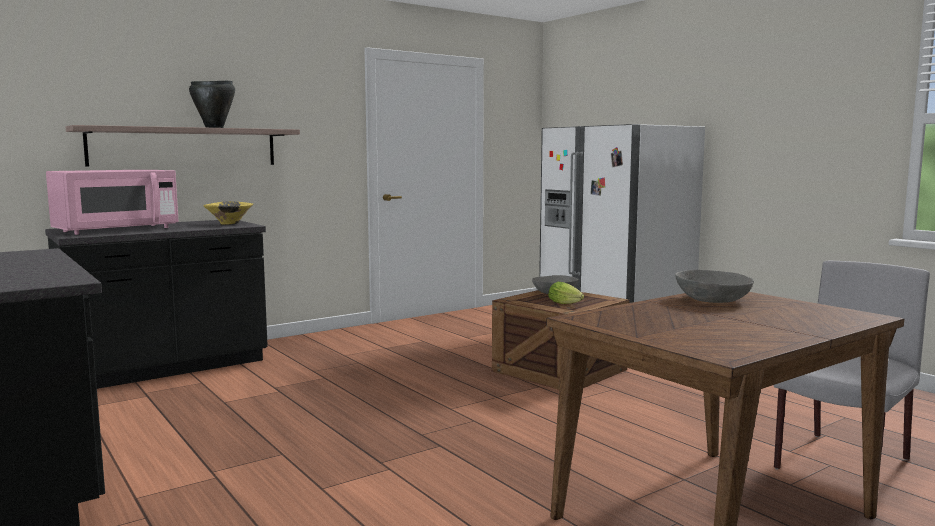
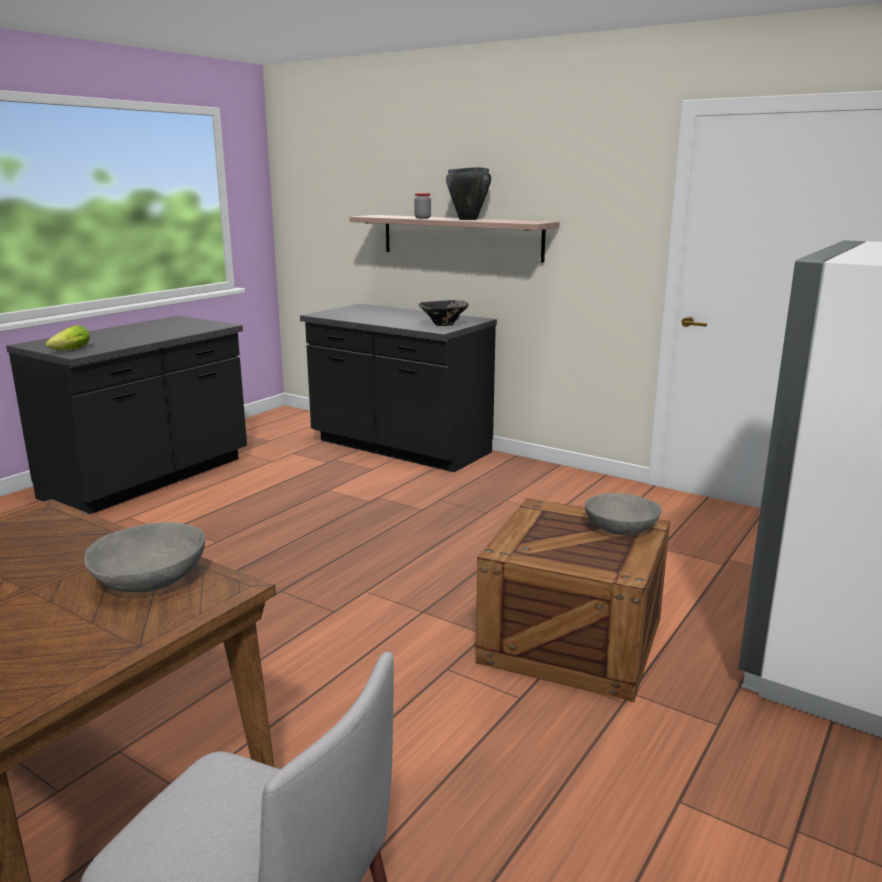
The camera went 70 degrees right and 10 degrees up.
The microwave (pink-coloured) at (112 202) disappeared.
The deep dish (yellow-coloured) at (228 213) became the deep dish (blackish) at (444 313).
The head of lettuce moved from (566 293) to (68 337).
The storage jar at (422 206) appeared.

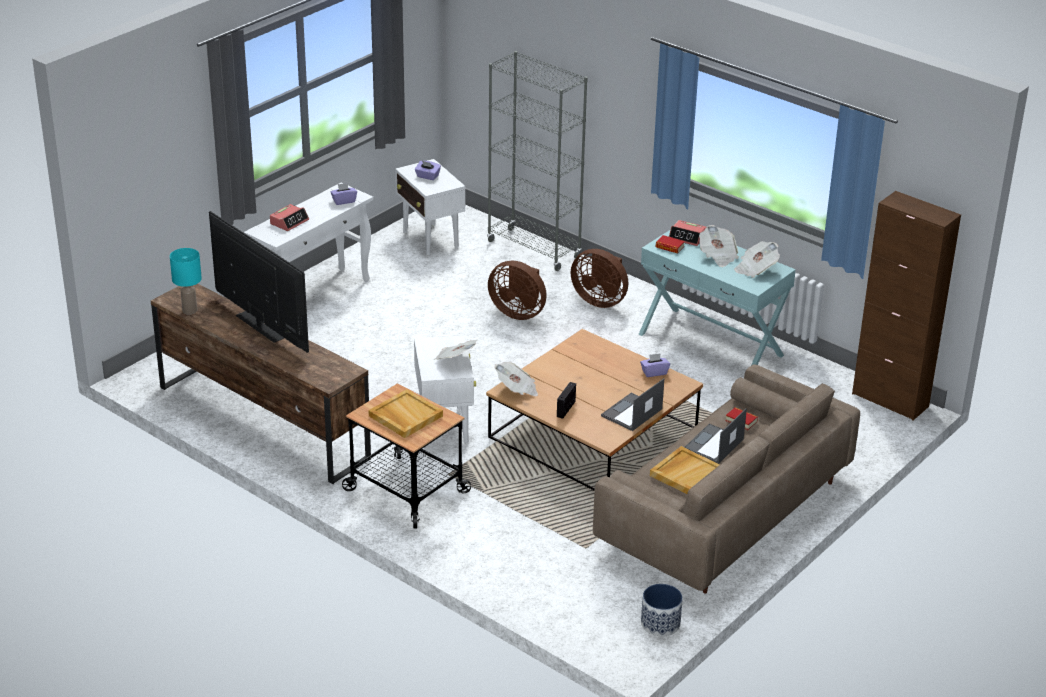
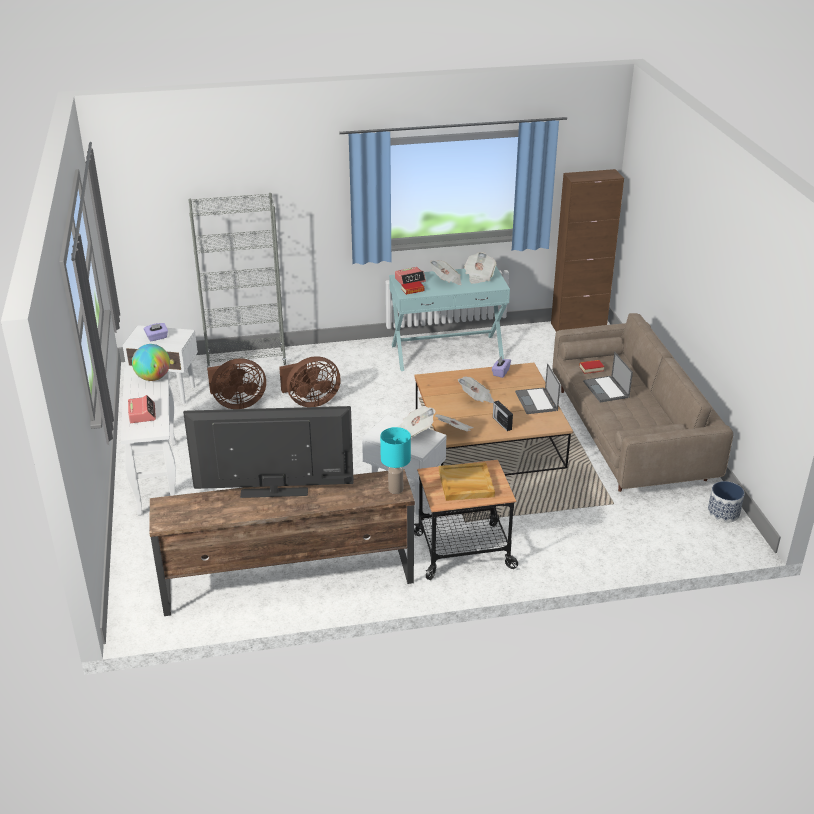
The camera went 50 degrees left and 0 degrees up.
The box of tissues (purple-coloured) at (343 194) was replaced by the world globe at (151 362).
The lamp for a table (turquoise) moved from (186 281) to (395 460).
The fan (brownish) moved from (599 278) to (236 383).
The tray (beige) at (685 470) disappeared.
The daily paper at (476 390) appeared.

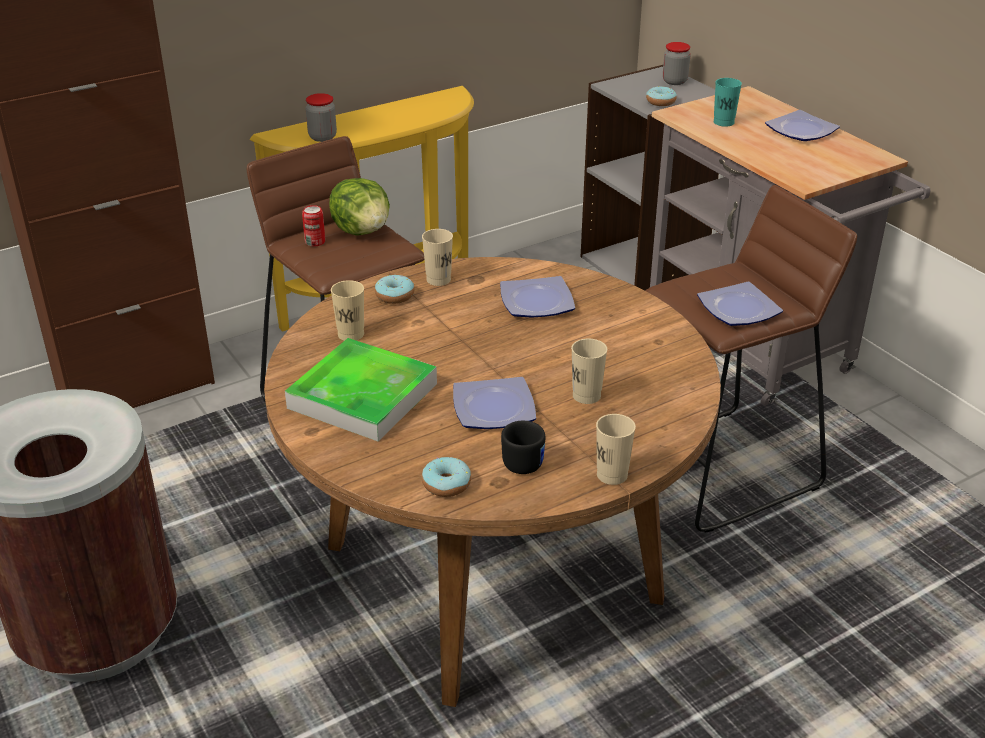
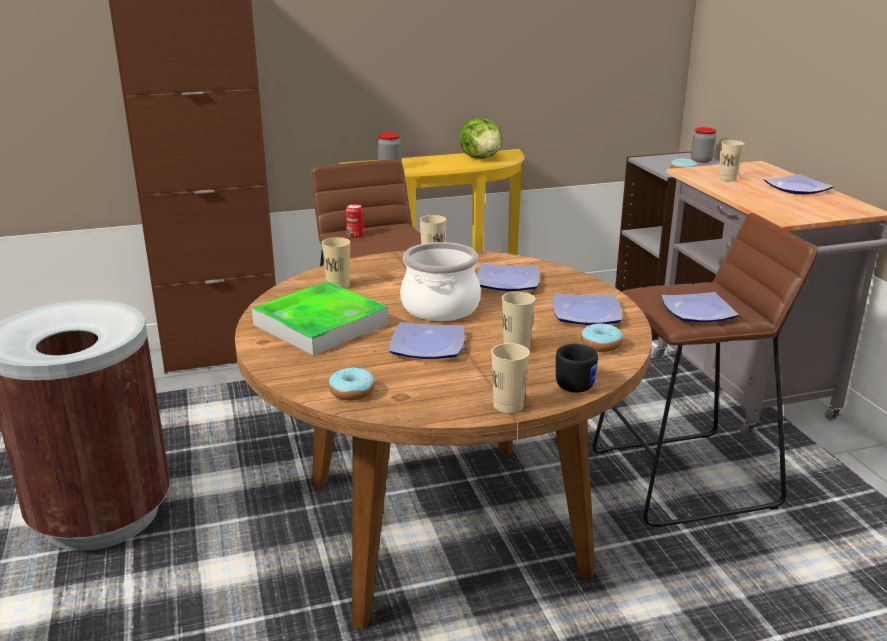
The camera went 15 degrees right and 10 degrees down.
The small cup (turquoise) at (728 102) became the small cup (beige) at (731 160).
The head of lettuce moved from (359 207) to (481 138).
The ring doughnut moved from (394 289) to (602 337).
The coffee mug (blackish) moved from (523 447) to (577 368).
The cooking pot at (440 281) appeared.
The dinner plate at (587 309) appeared.

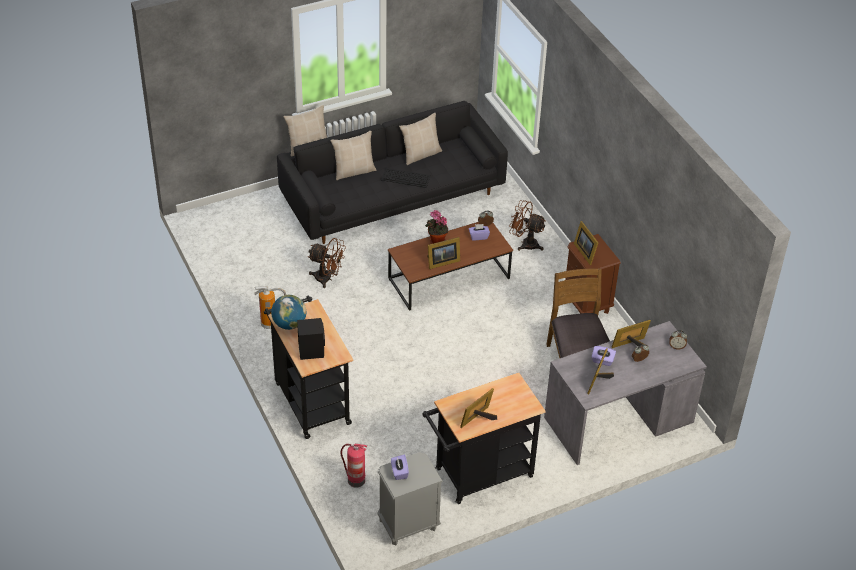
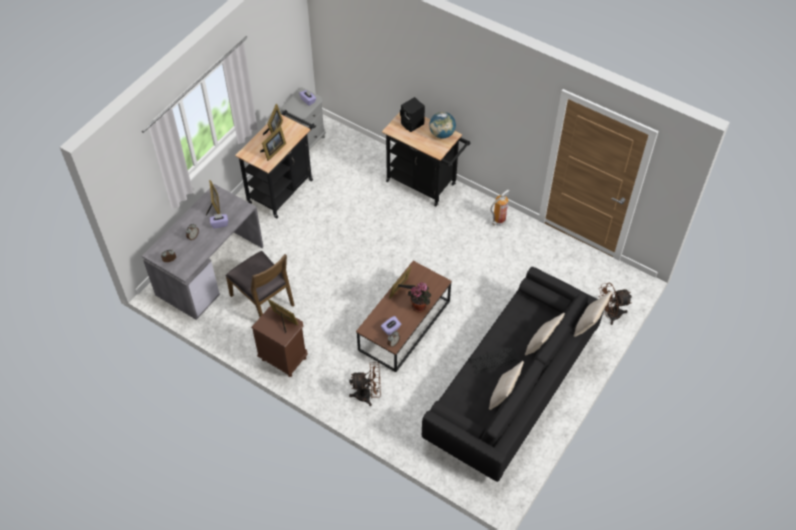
The camera went 150 degrees right and 10 degrees up.
The fan (brownish) moved from (327 263) to (615 304).
The picture frame moved from (631 334) to (273 143).
The fire extinguisher at (353 466) disappeared.

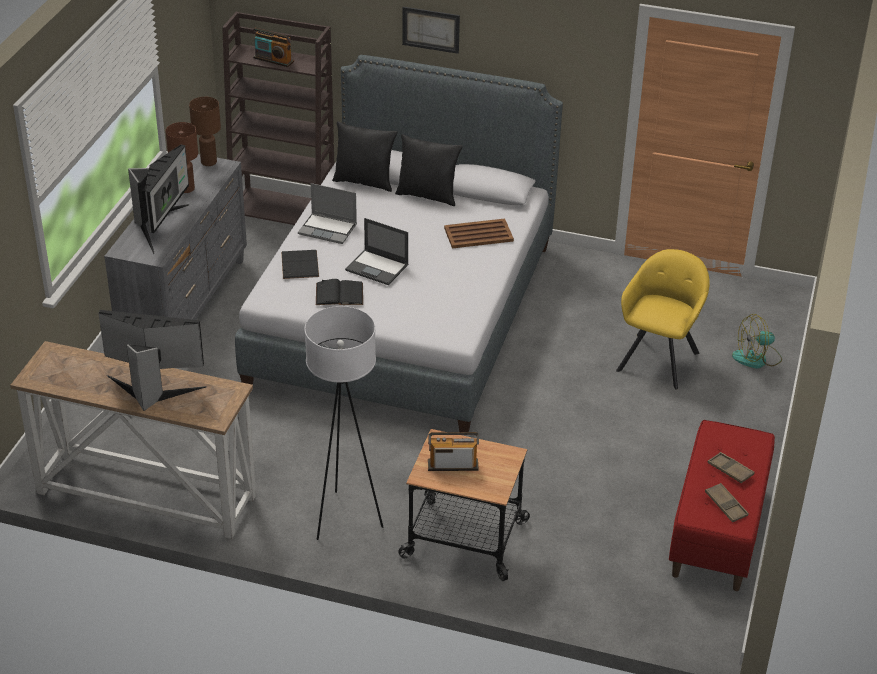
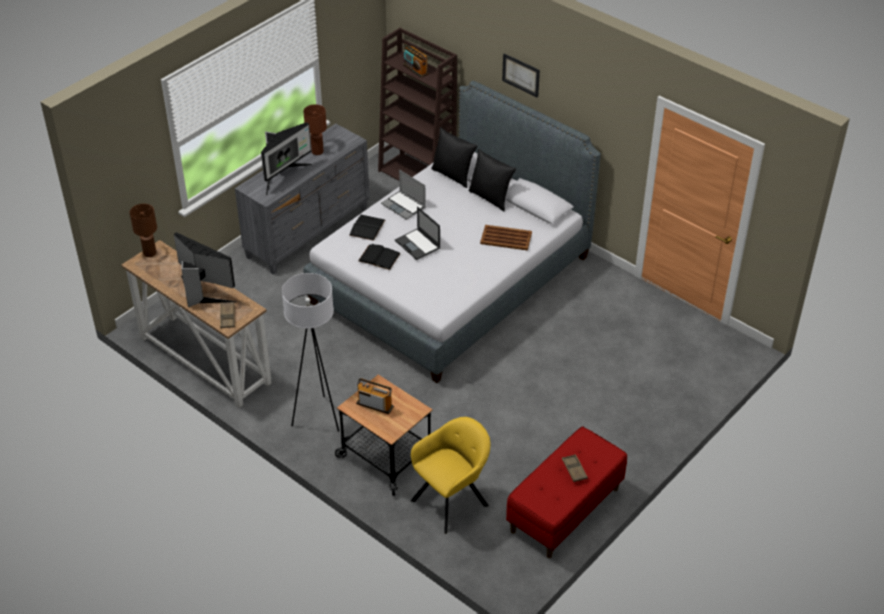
The camera went 25 degrees right and 5 degrees up.
The lamp for a table (brownish) moved from (205 131) to (143 230).
The lounge chair (yellow-coloured) moved from (663 319) to (451 475).
The fan at (757 341) disappeared.
The tray (brownish) moved from (727 502) to (227 315).

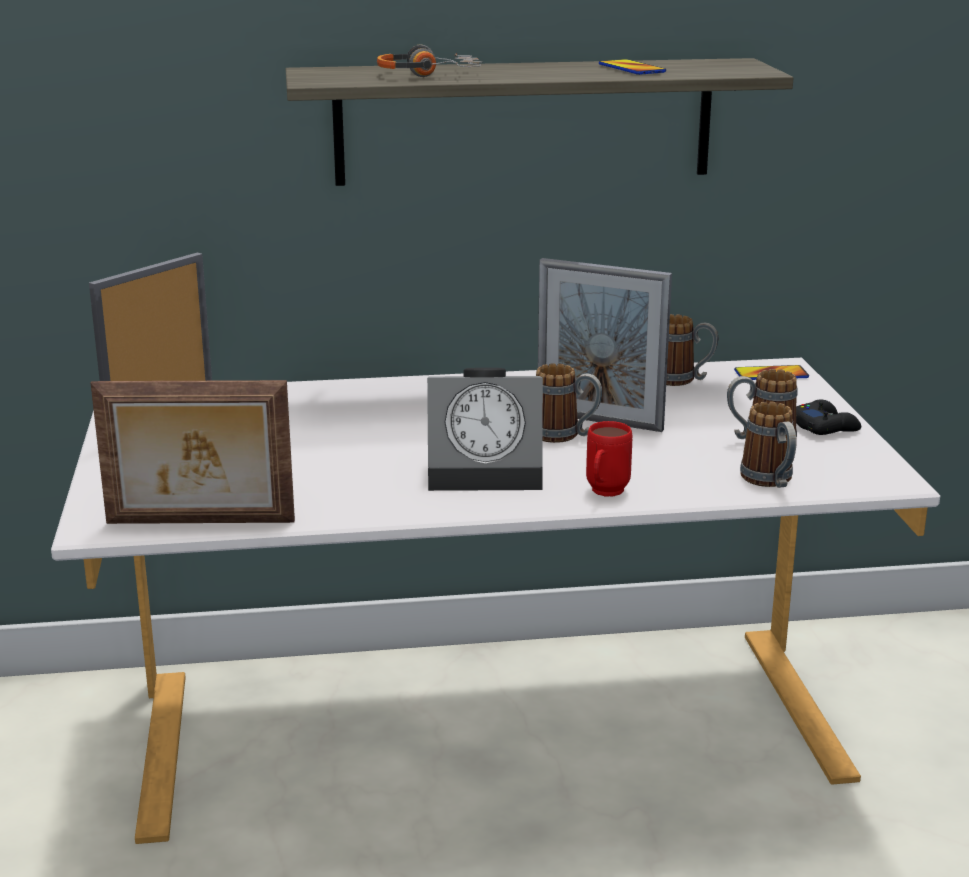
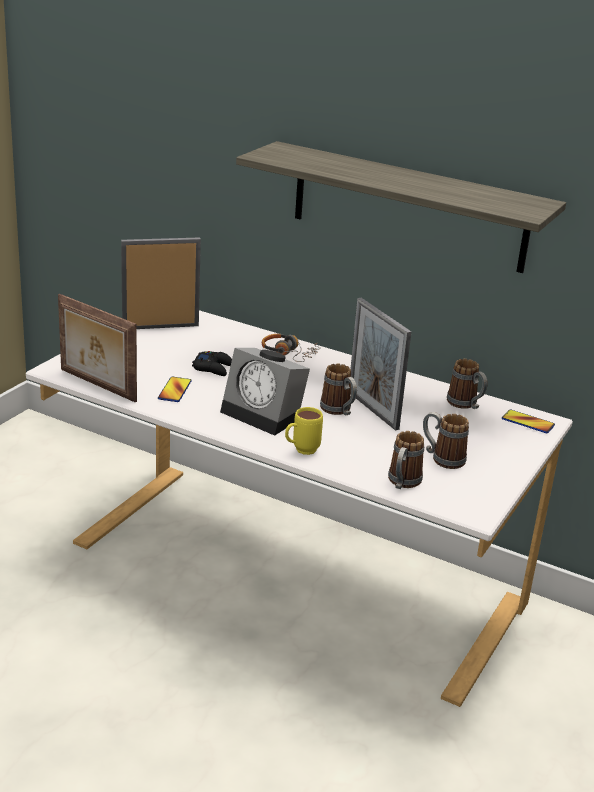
The camera went 35 degrees right and 5 degrees up.
The headset moved from (429 60) to (291 348).
The telephone moved from (632 67) to (175 389).
The game controller (blackish) moved from (828 417) to (212 363).
The coffee mug (reddish) at (609 458) became the coffee mug (yellow-coloured) at (304 431).

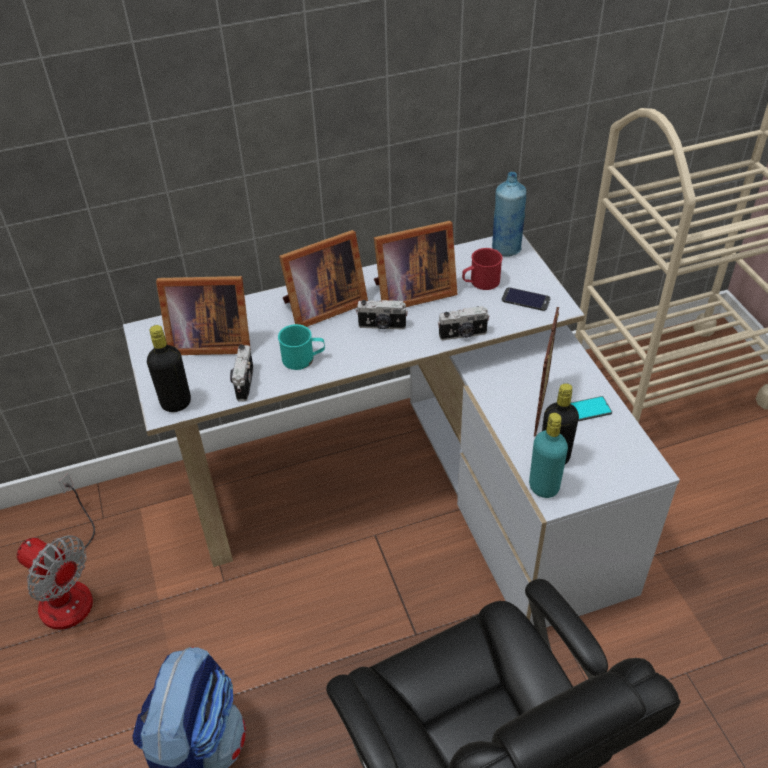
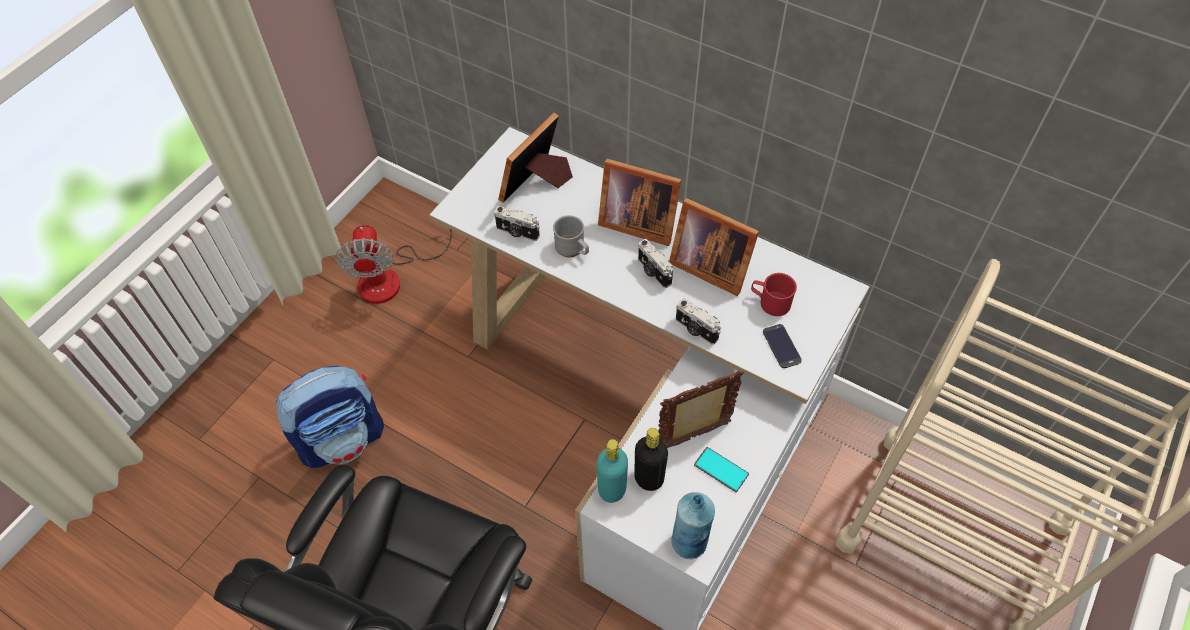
The camera went 50 degrees right and 10 degrees up.
The drink bottle (blue) moved from (509 214) to (693 526).
The picture frame at (203 315) turned 75 degrees clockwise.
The coffee mug (turquoise) at (301 347) became the coffee mug (gray) at (571 236).
The drink bottle (blackish) at (169 368) disappeared.
The photo camera at (241 373) turned 120 degrees counterclockwise.

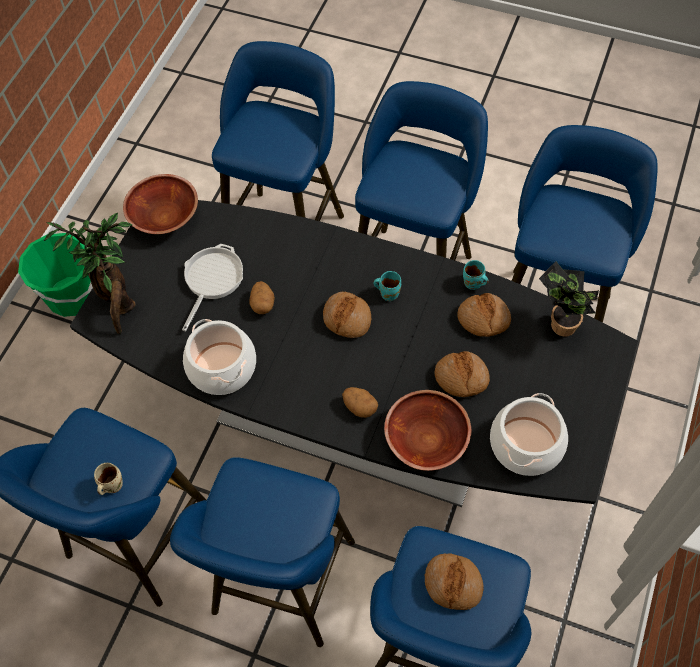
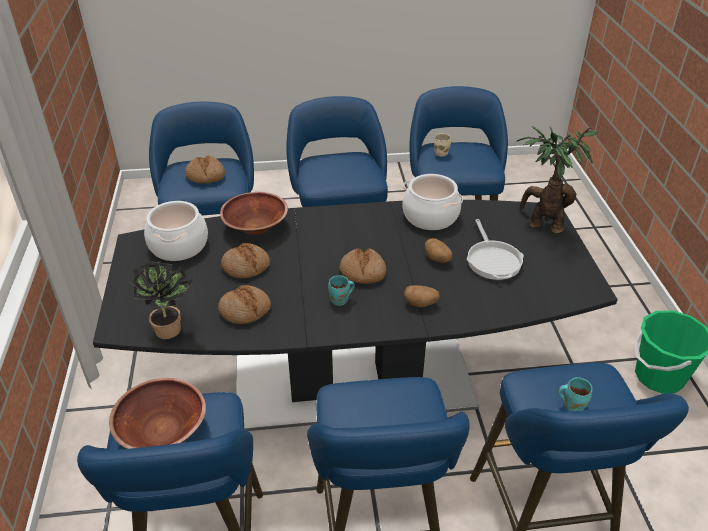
The camera went 150 degrees right and 20 degrees down.
The deep dish (brownish) moved from (160 204) to (157 413).
The coffee mug (turquoise) moved from (476 275) to (575 394).
The whole potato moved from (360 402) to (422 296).

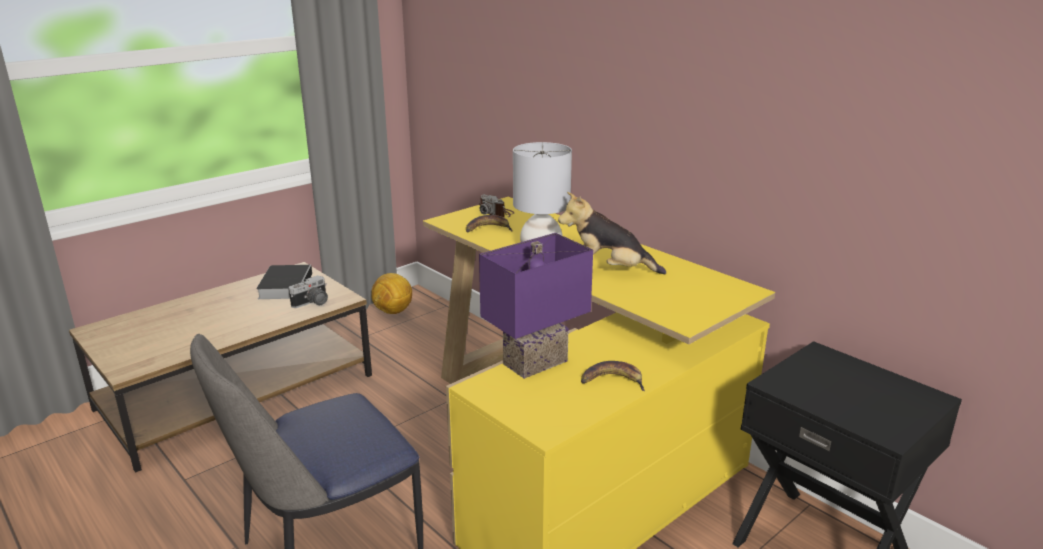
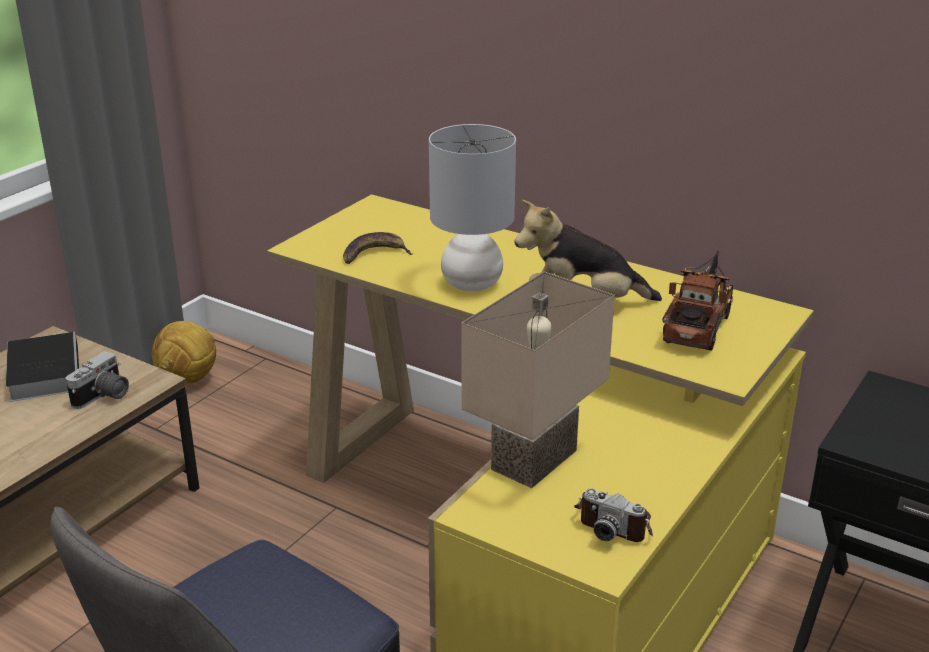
The camera went 15 degrees left and 5 degrees up.
The photo camera moved from (496 205) to (613 515).
The lamp for a table (purple-coloured) at (536 306) became the lamp for a table (beige) at (538 379).
The whole banana at (613 376) disappeared.
The toy truck at (697 301) appeared.

